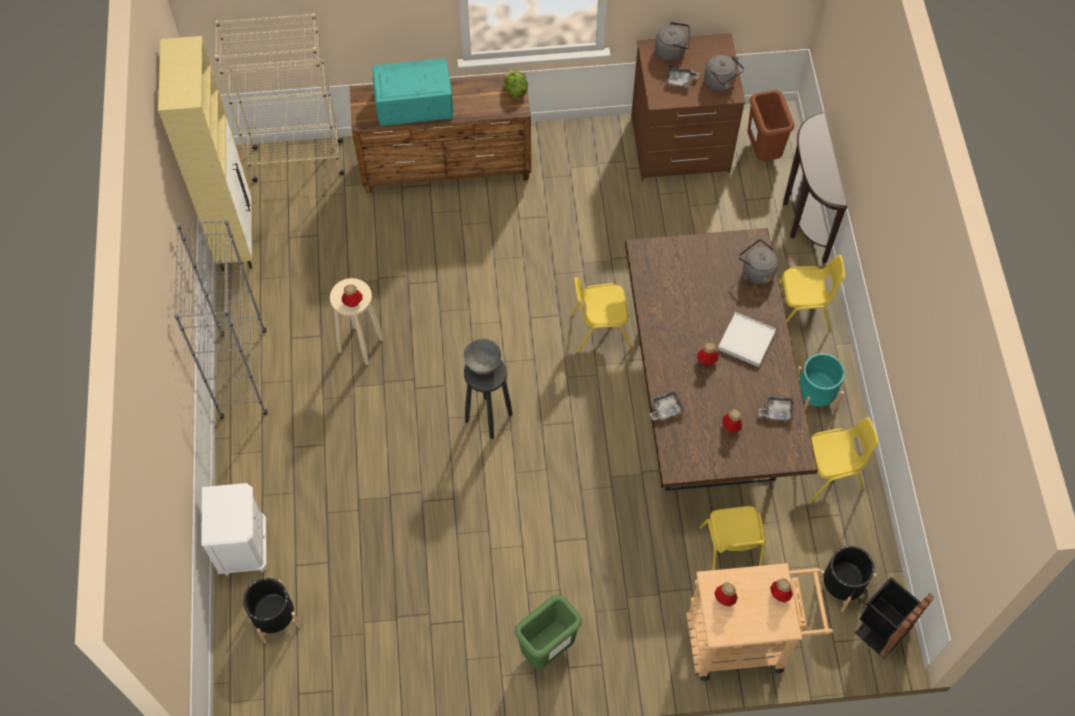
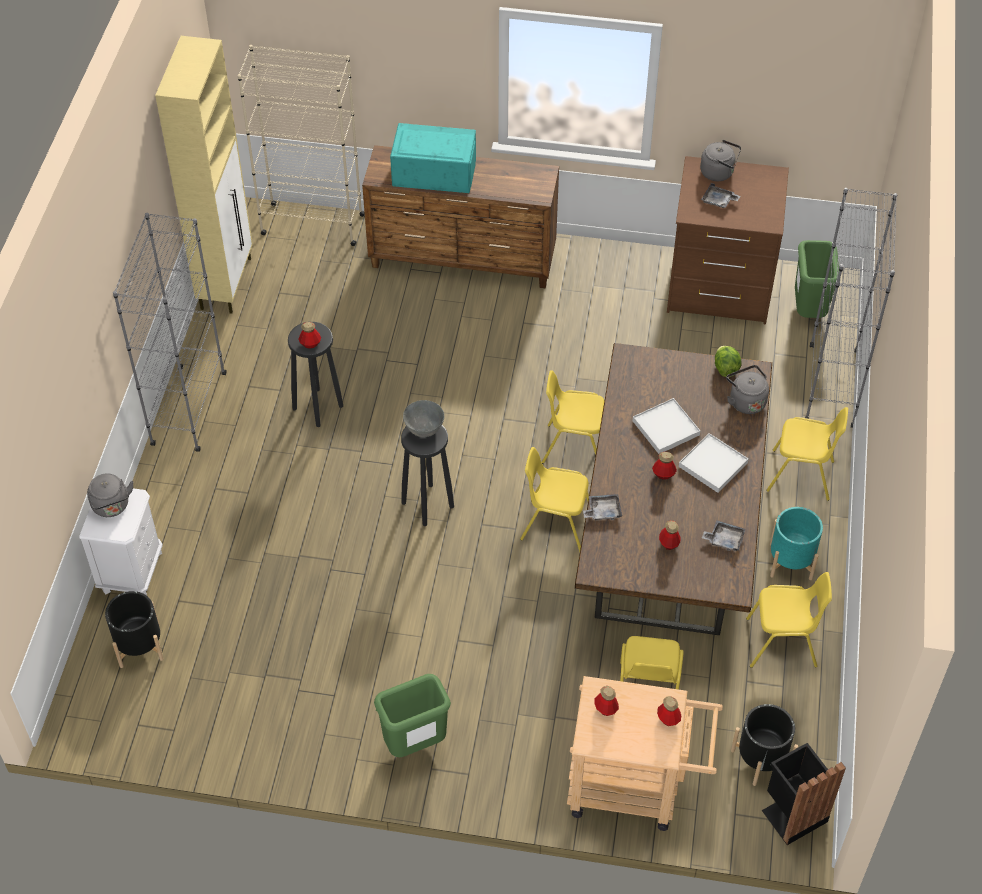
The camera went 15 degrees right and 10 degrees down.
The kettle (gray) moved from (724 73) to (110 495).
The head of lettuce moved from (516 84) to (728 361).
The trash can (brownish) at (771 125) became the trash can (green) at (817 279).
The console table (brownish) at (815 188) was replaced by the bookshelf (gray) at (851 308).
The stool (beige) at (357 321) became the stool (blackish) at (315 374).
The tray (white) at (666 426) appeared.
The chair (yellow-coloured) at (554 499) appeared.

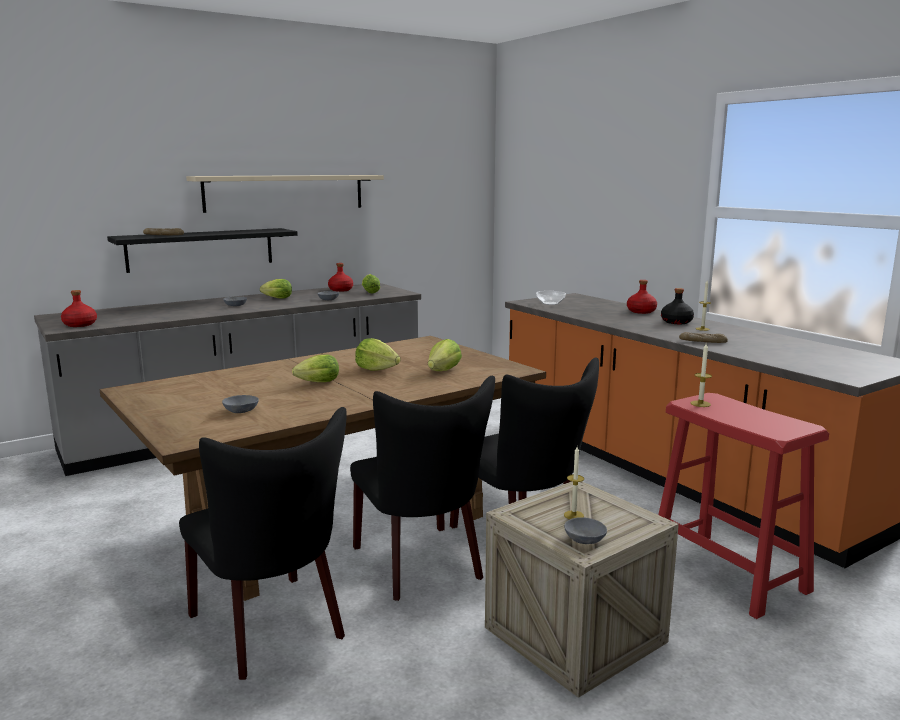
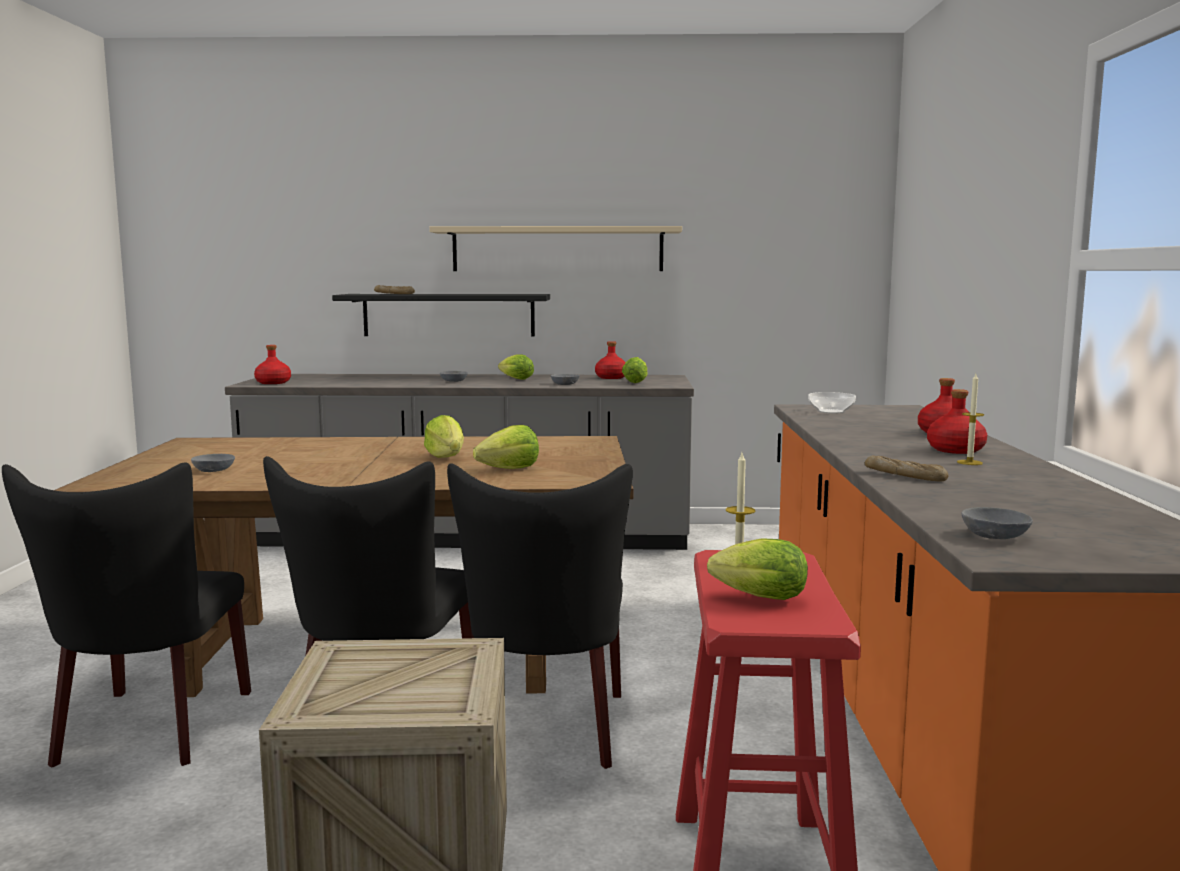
The camera went 35 degrees right and 5 degrees down.
The drink bottle (blackish) at (677 306) became the drink bottle (reddish) at (957 421).
The head of lettuce moved from (315 368) to (757 569).
The wax candle at (574 483) disappeared.
The deep dish (gray) moved from (585 530) to (997 523).

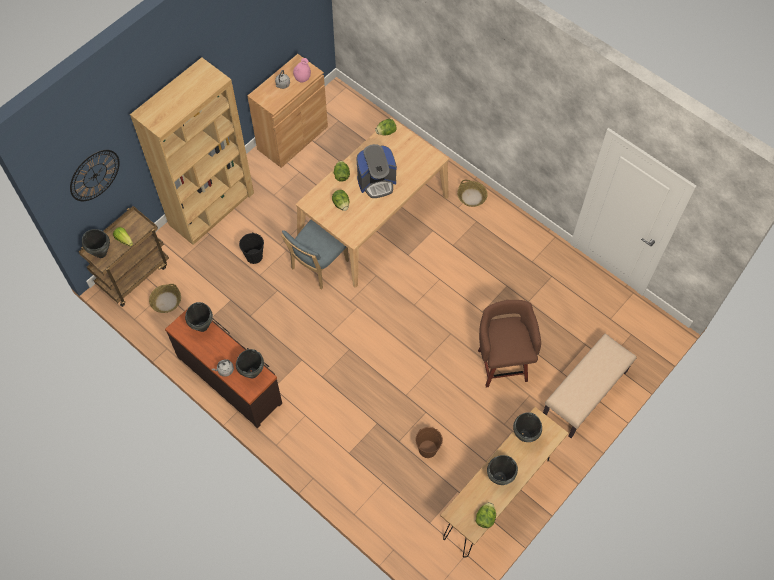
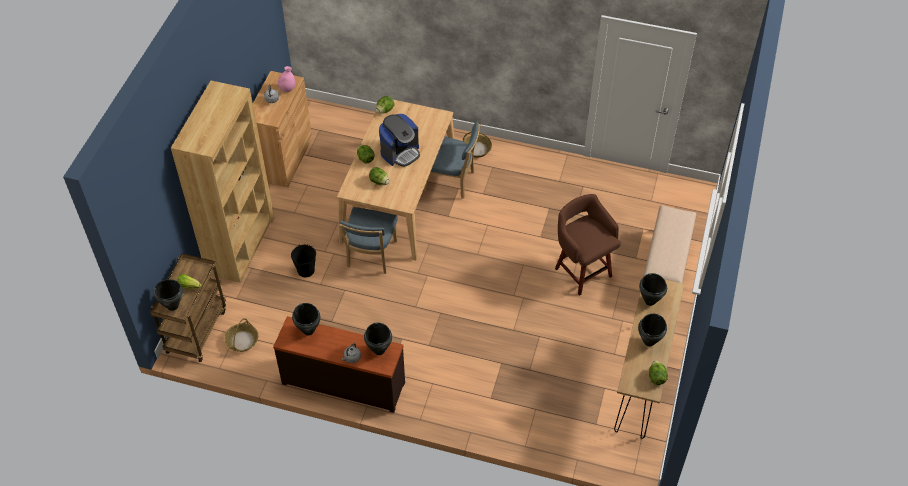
The camera went 25 degrees left and 10 degrees down.
The wall clock at (94 175) disappeared.
The water bucket (brownish) at (429 442) disappeared.
The chair (blue) at (452 160) appeared.

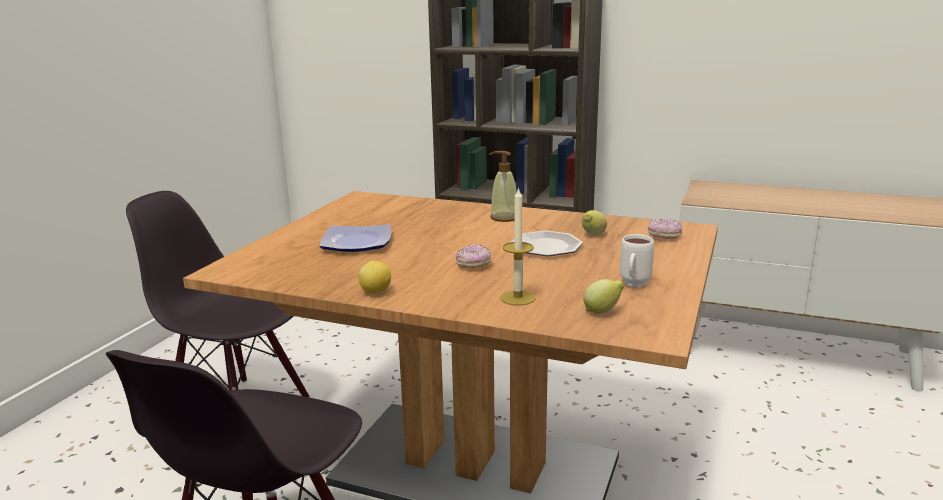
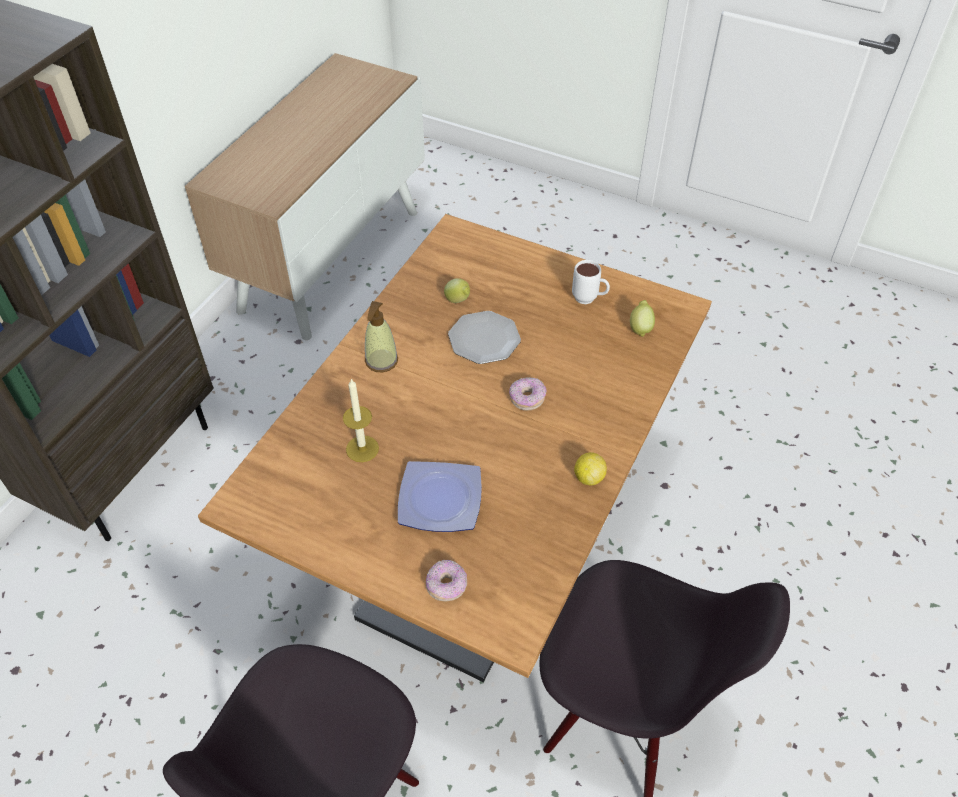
The camera went 85 degrees left and 30 degrees up.
The wax candle moved from (518 246) to (361 420).
The ring doughnut moved from (665 229) to (446 581).

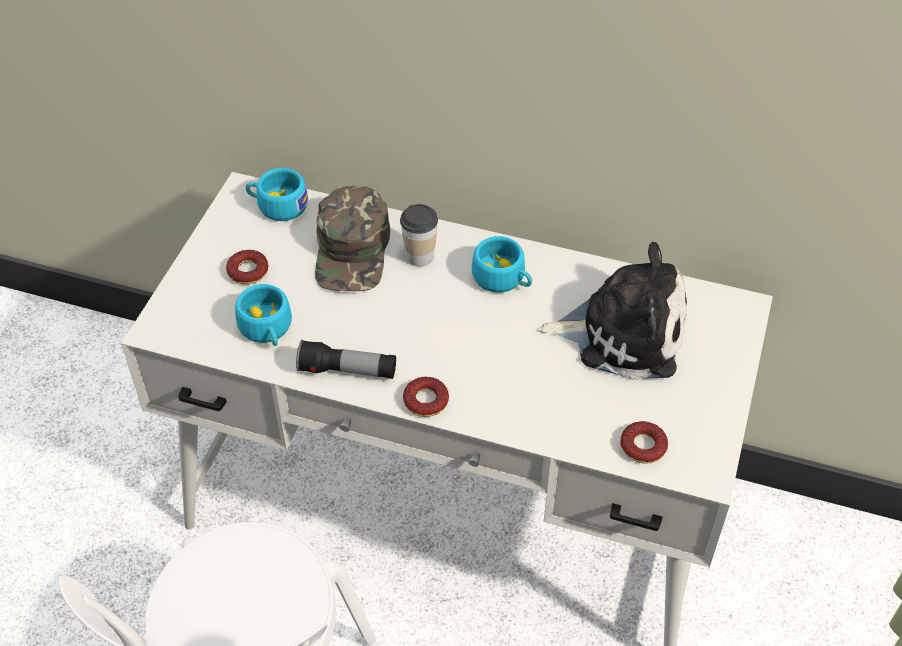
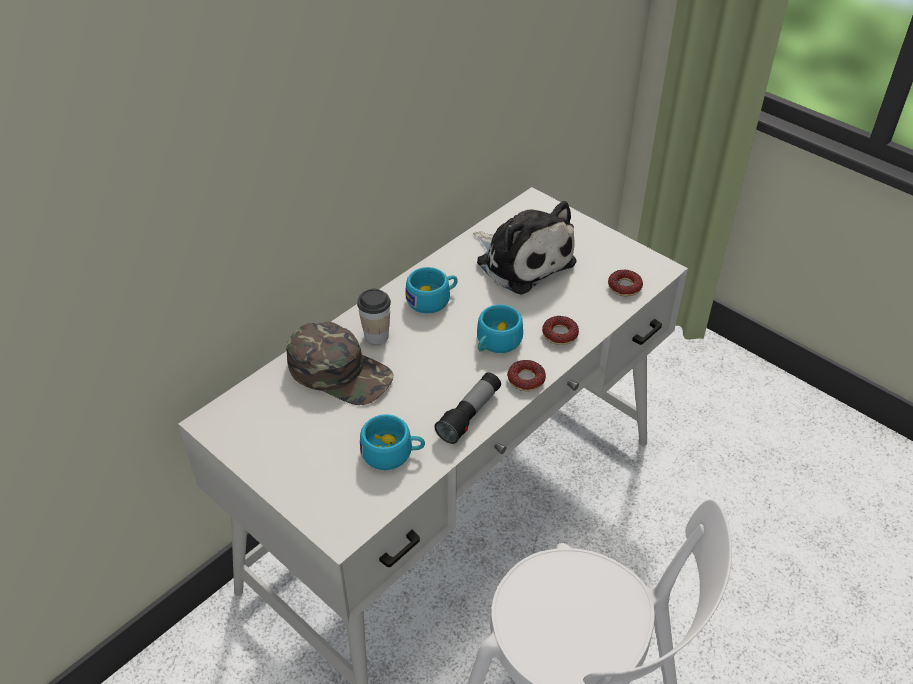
The camera went 65 degrees left and 5 degrees down.
The small cup (turquoise) moved from (277 194) to (500 328).
The cuddly toy at (612 311) turned 105 degrees clockwise.
The ring doughnut moved from (247 267) to (560 330).

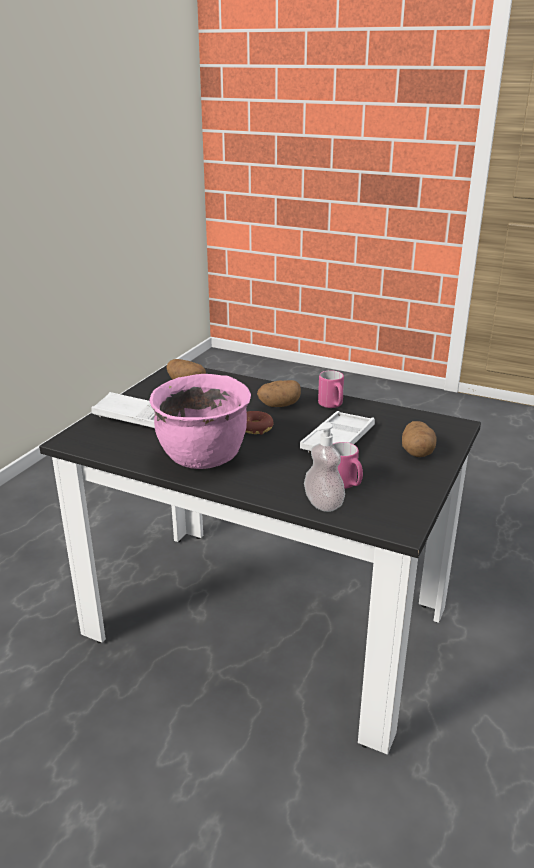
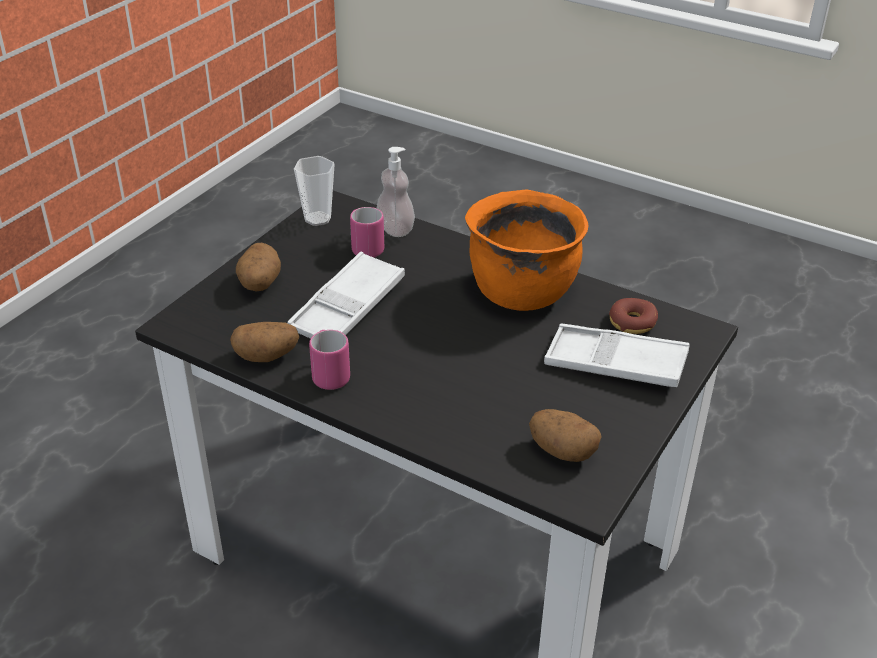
The camera went 175 degrees left and 10 degrees up.
The cooking pot (pink-coloured) at (200 421) became the cooking pot (orange-coloured) at (526 250).
The whole potato moved from (279 393) to (264 342).
The ring doughnut moved from (260 423) to (633 316).
The small cup at (314 191) appeared.

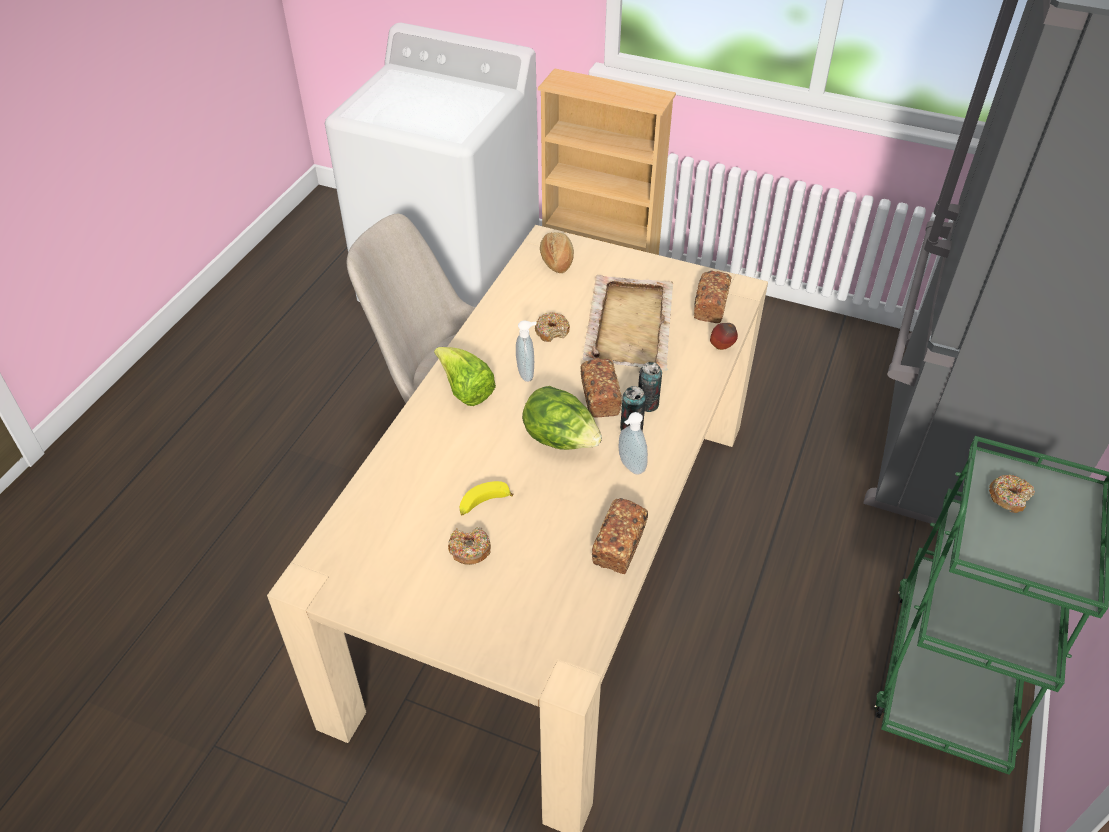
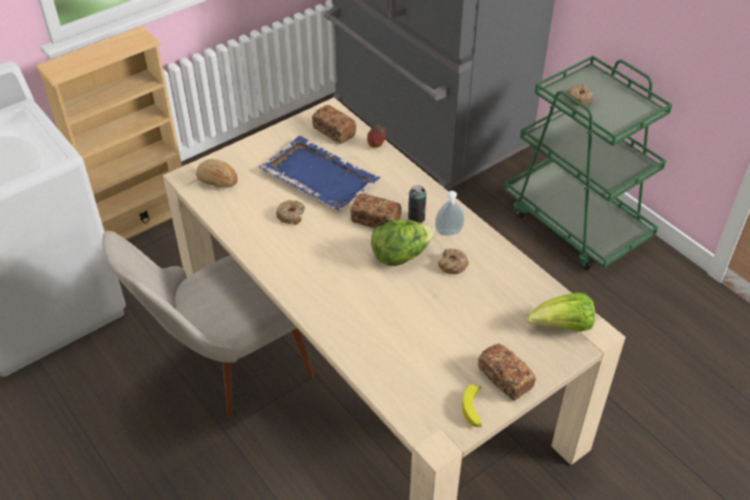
The camera went 60 degrees left and 0 degrees up.
The tray (beige) at (628 323) became the tray (blue) at (319 173).
The soap dispenser at (526 351) disappeared.
The head of lettuce moved from (465 376) to (561 312).
The can at (650 386) disappeared.
The whole banana moved from (487 498) to (472 406).
The baked bread moved from (620 536) to (507 372).
The ring doughnut moved from (469 546) to (453 261).

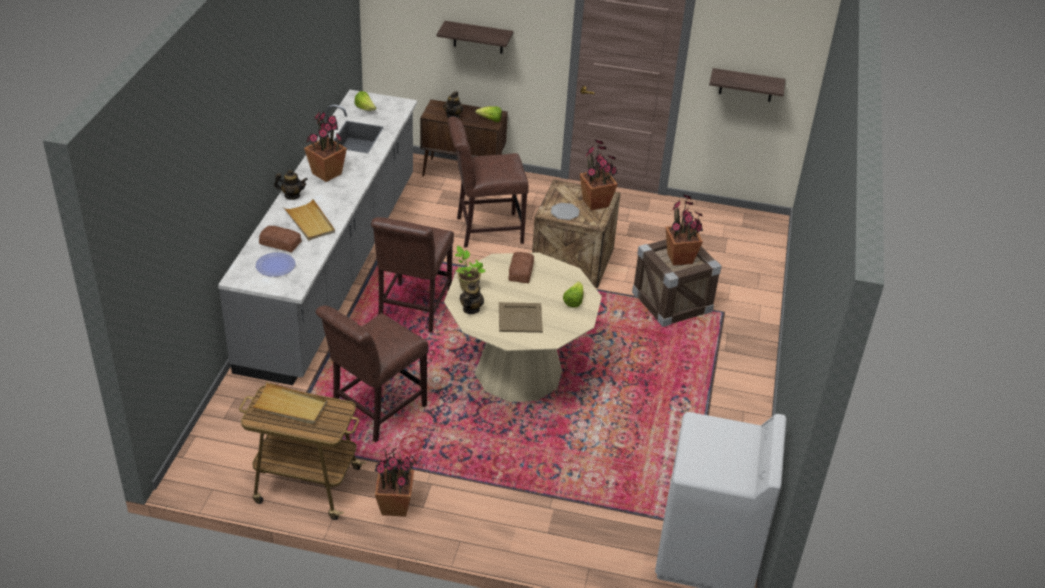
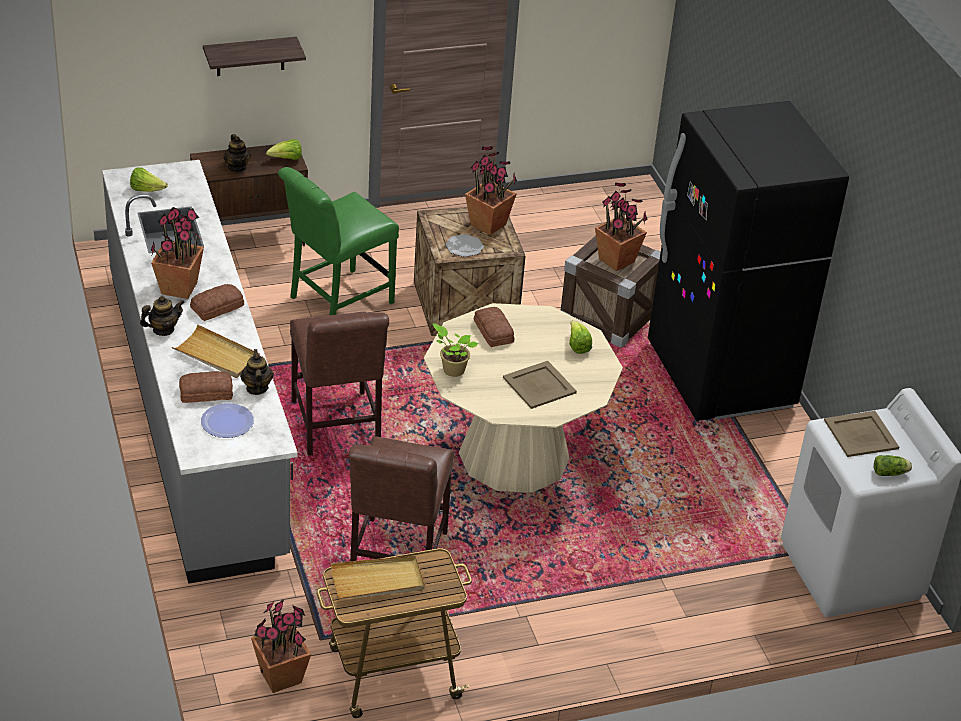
The camera went 30 degrees left and 0 degrees up.
The bracket shelf at (747 85) disappeared.
The chair (brownish) at (488 182) became the chair (green) at (338 241).
The teapot moved from (472 297) to (257 372).
The plant in a pot moved from (396 481) to (281 646).
The kitchen fridge (blackish) at (748 261) appeared.
The baked bread at (217 302) appeared.
The tray (beige) at (861 434) appeared.
The head of lettuce at (893 465) appeared.

